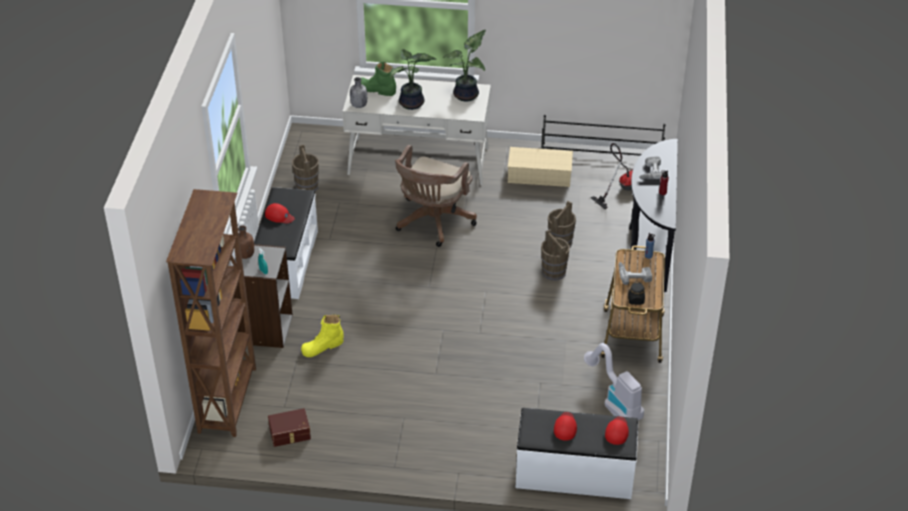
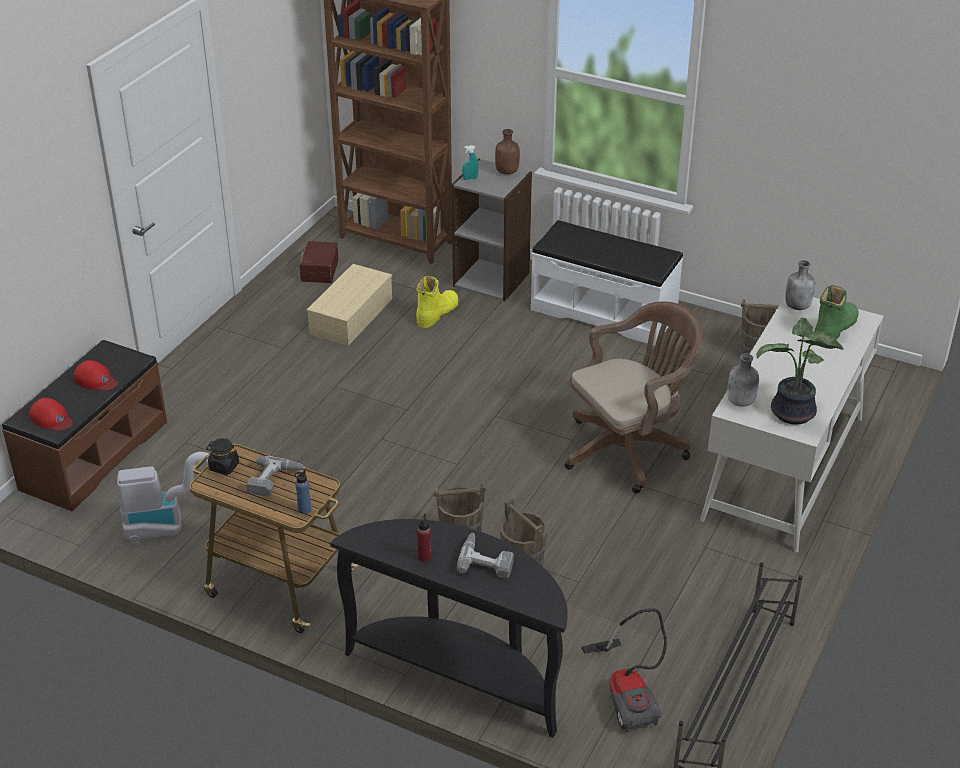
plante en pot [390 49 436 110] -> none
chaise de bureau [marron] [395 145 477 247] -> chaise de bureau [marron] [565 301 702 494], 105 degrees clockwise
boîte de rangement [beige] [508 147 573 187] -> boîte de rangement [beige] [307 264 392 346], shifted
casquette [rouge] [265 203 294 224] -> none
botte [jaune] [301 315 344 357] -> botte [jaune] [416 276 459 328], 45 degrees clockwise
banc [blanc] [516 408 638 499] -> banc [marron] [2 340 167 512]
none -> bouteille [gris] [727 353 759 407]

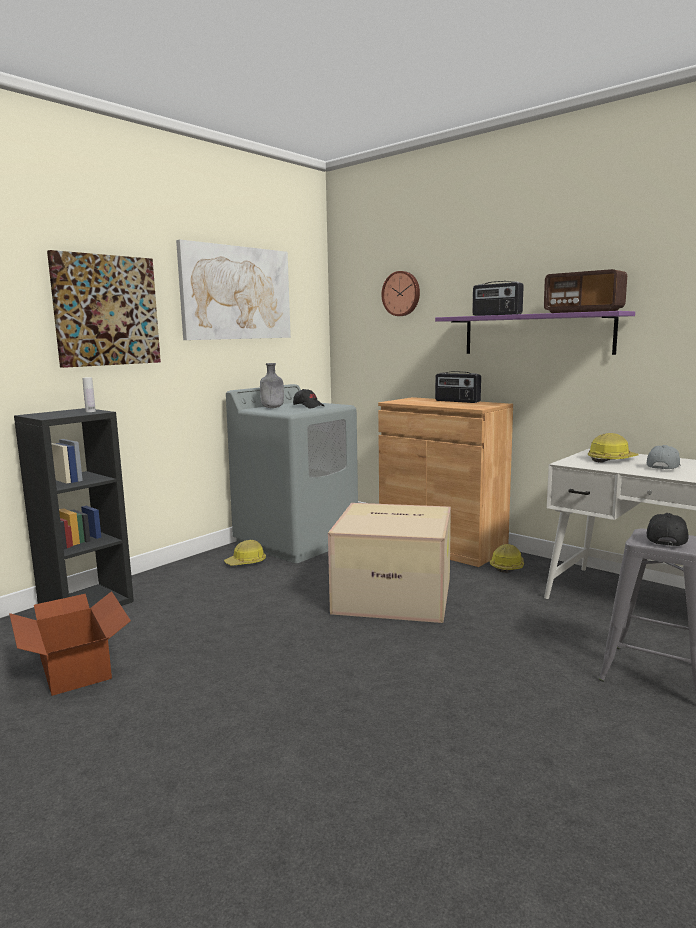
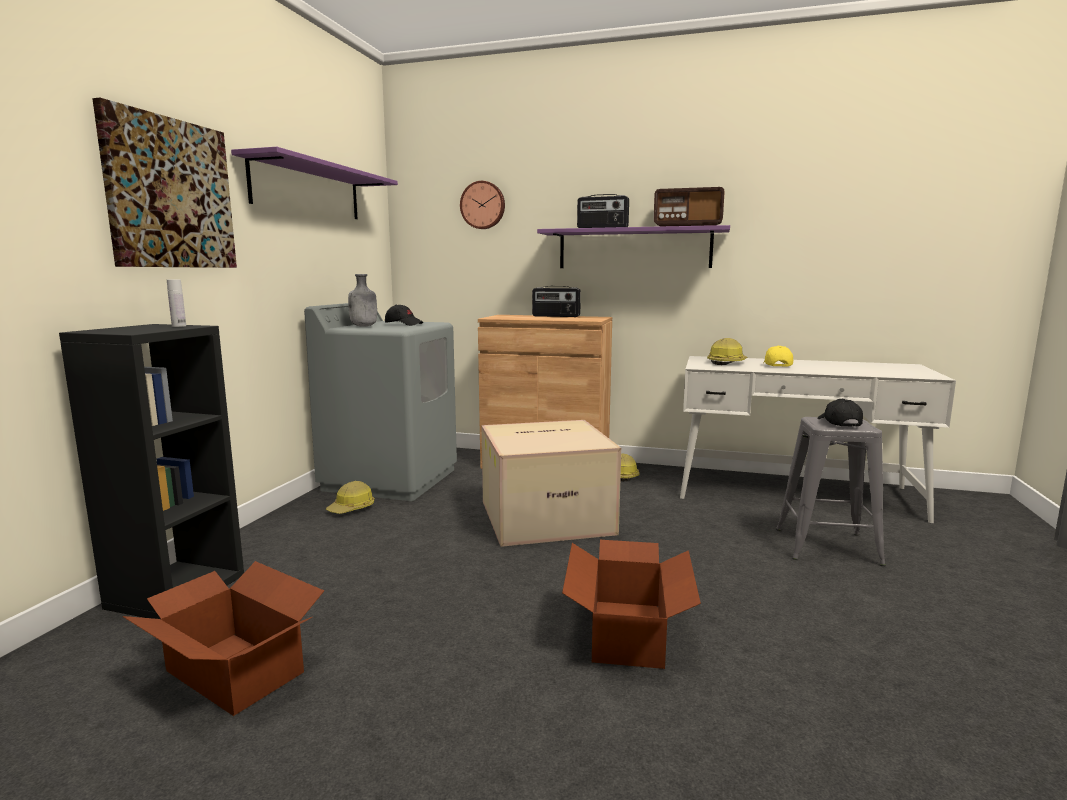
tableau [176 240 291 340] -> étagère [violet] [231 147 398 219]
casquette [gris] [647 445 681 470] -> casquette [jaune] [763 346 793 367]
none -> carton [562 540 701 669]

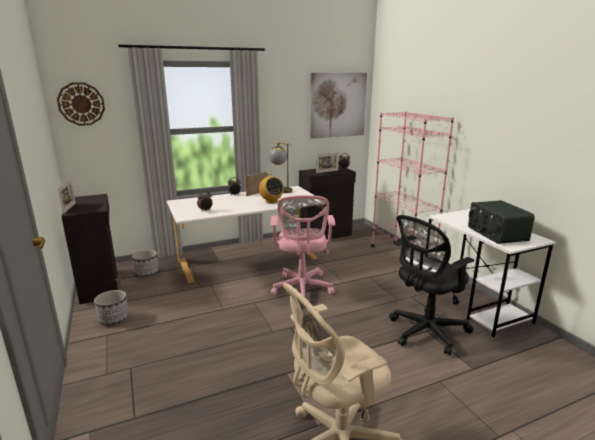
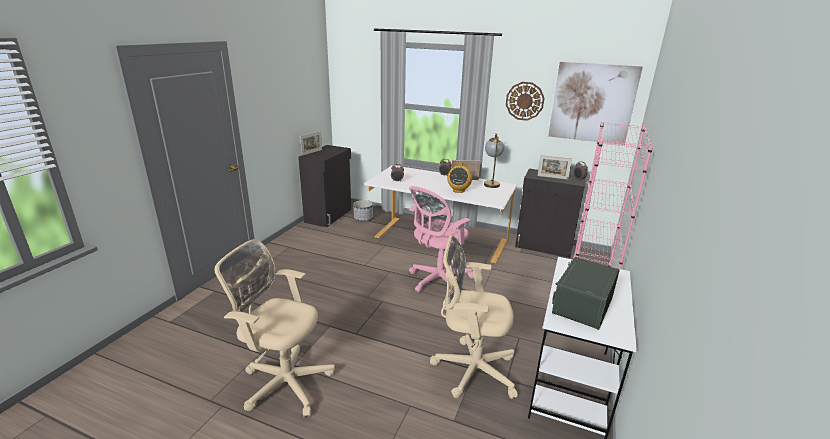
horloge murale [57 82 105 126] -> horloge murale [506 82 544 121], shifted
chaise de bureau [noir] [389 215 474 355] -> chaise de bureau [beige] [430 235 518 399]
cache-pot [94 290 129 325] -> none

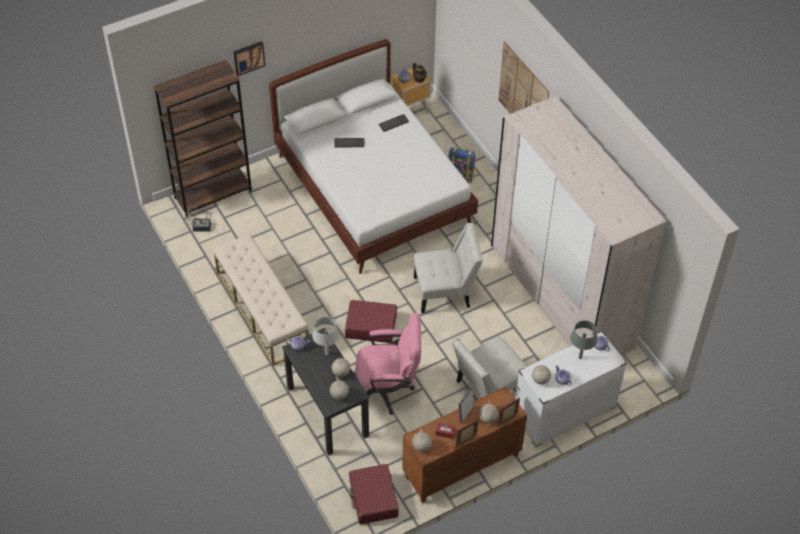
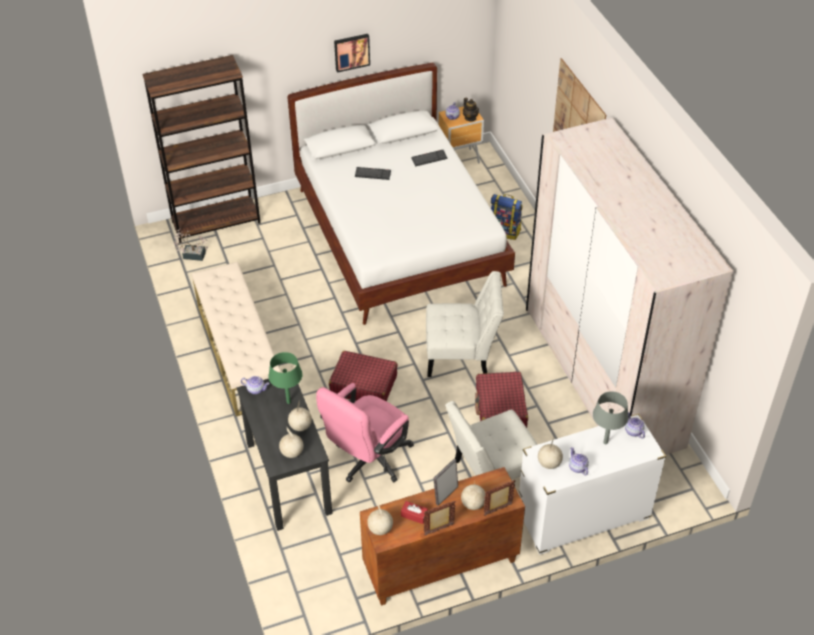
tableau [233 41 265 76] -> tableau [334 34 370 73], shifted
chaise de bureau [rose] [354 313 421 415] -> chaise de bureau [rose] [316 383 414 482], 120 degrees clockwise
lampe de table [gris] [312 317 339 355] -> lampe de table [vert] [268 352 302 404]
valise [rouge] [349 464 399 525] -> valise [rouge] [475 372 528 428], shifted

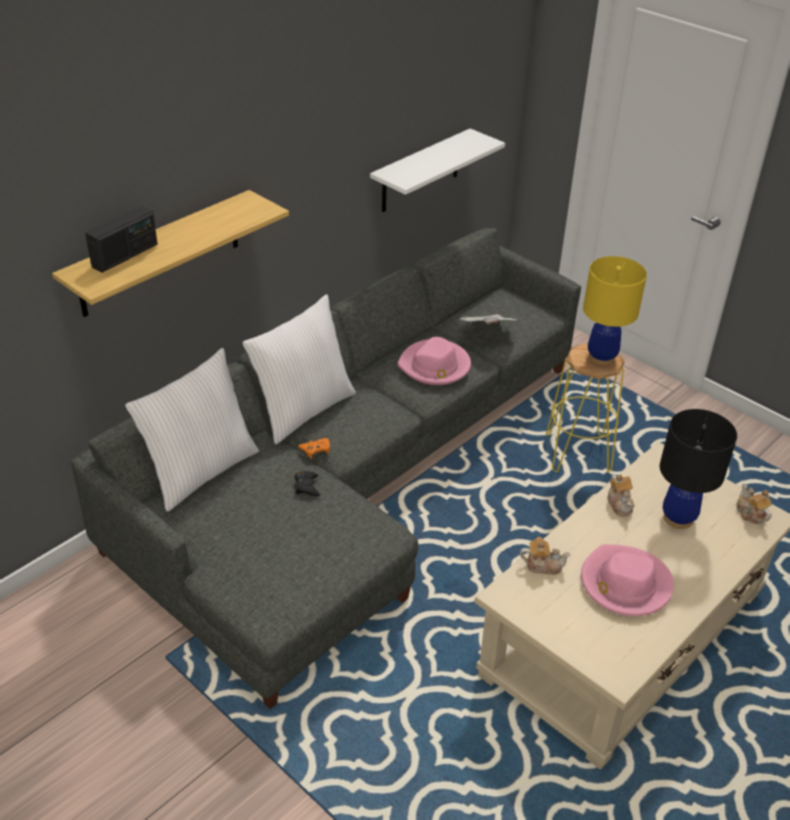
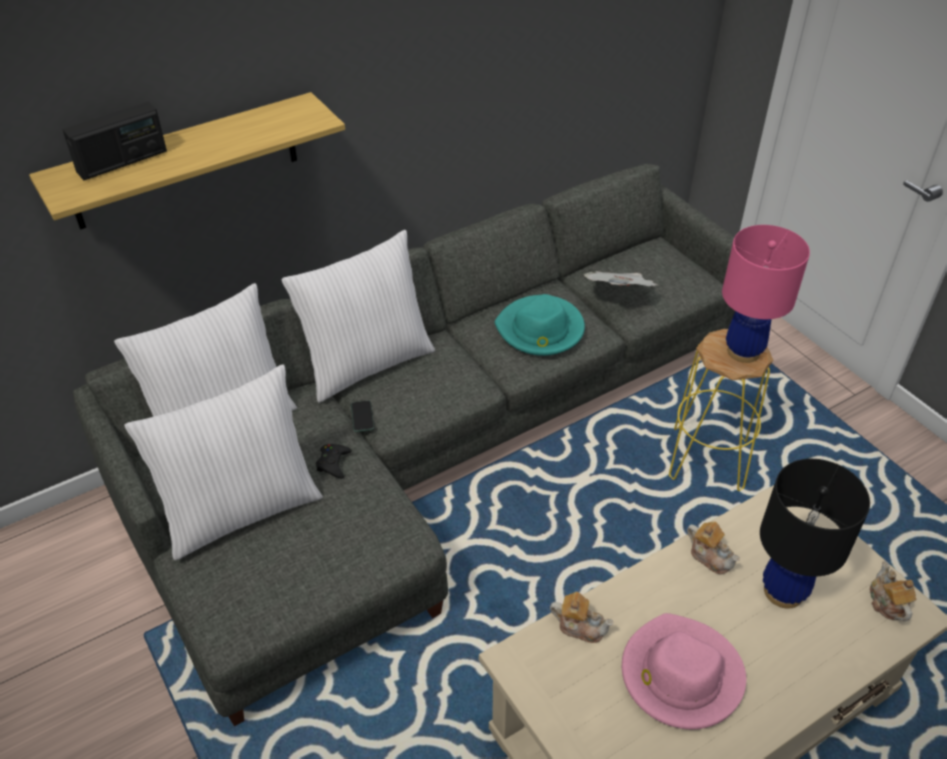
étagère [blanc] [370 128 505 212] -> none
lampe de table [jaune] [583 256 647 365] -> lampe de table [rose] [722 225 810 363]
chapeau [rose] [398 337 471 385] -> chapeau [turquoise] [495 294 585 356]
manette [orange] [298 438 330 458] -> téléphone [351 400 374 432]
théière [607 474 635 516] -> théière [687 521 740 575], 45 degrees counterclockwise
none -> coussin [blanc] [124 365 323 560]

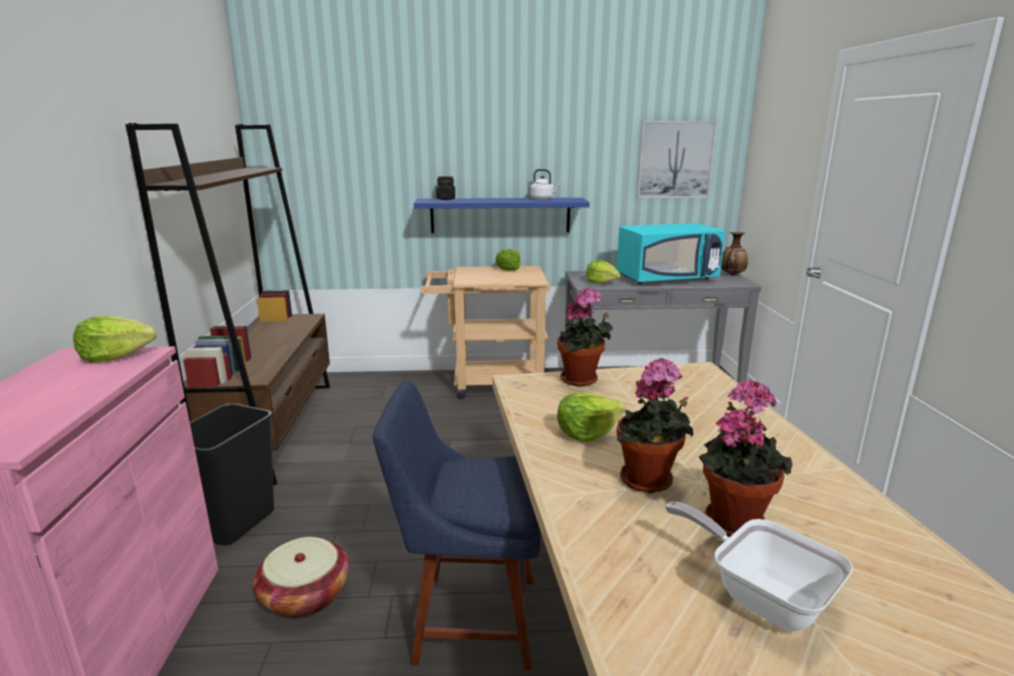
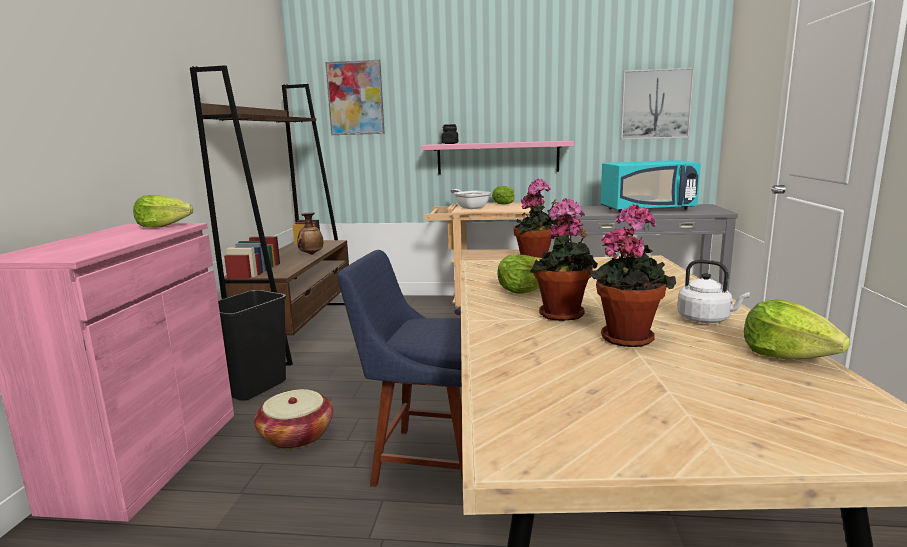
bouilloire [blanc] [530 169 560 200] -> bouilloire [blanc] [677 260 750 323], shifted
étagère [bleu] [414 198 590 233] -> étagère [rose] [421 141 574 174]
vase [721 232 748 276] -> vase [297 213 323 255], shifted
laitue [586 260 620 284] -> laitue [744 299 850 359], shifted
poêle [665 502 853 632] -> poêle [451 189 491 209], shifted
none -> tableau [325 60 385 135]

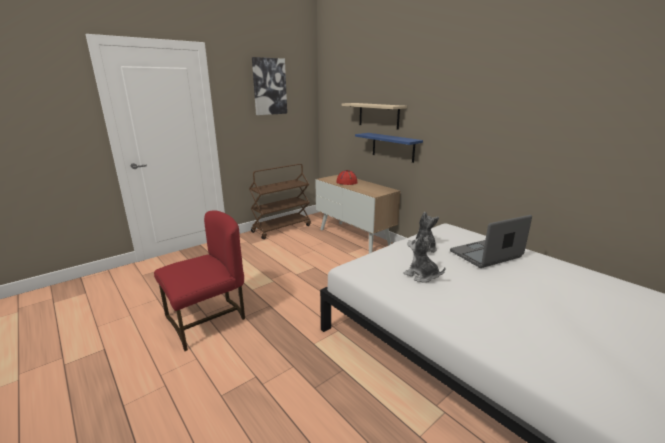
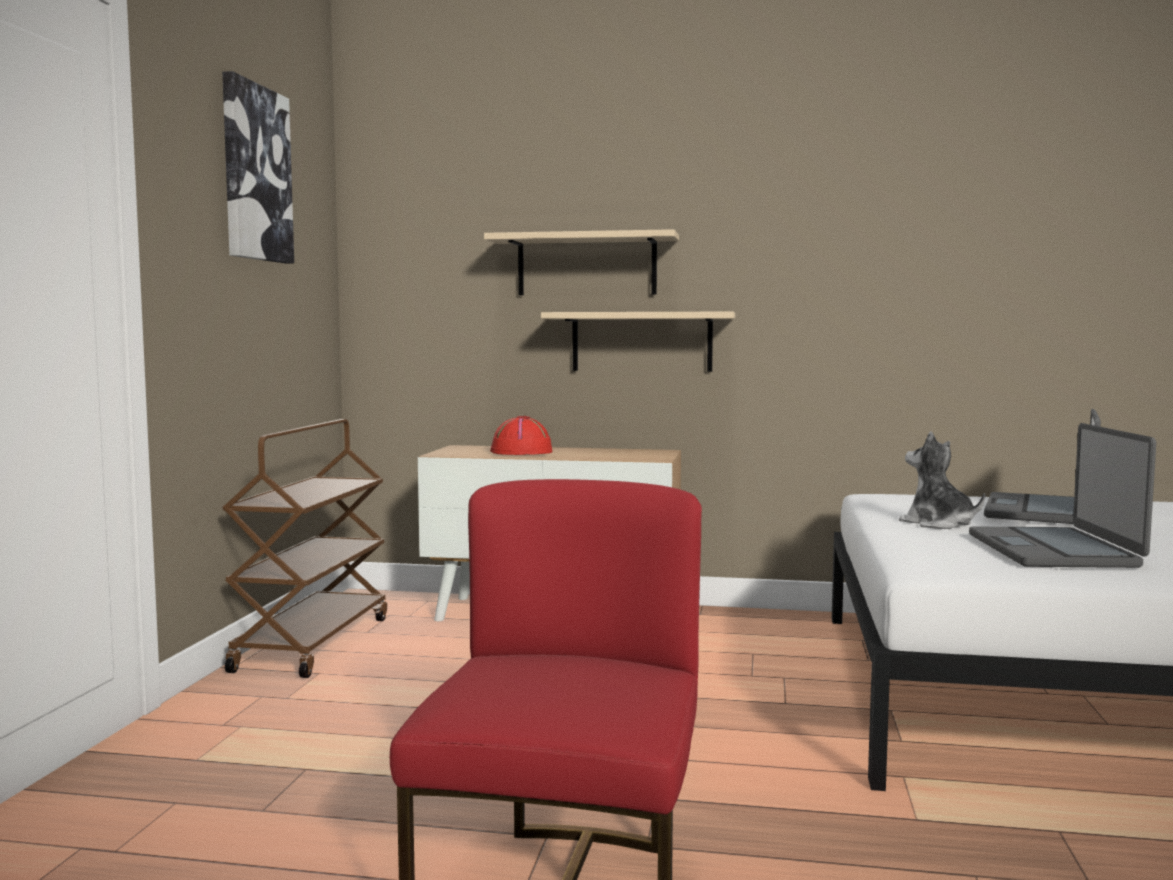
étagère [bleu] [355 133 423 163] -> étagère [beige] [541 312 735 372]
peluche [404 235 445 283] -> ordinateur portable [969 423 1156 568]

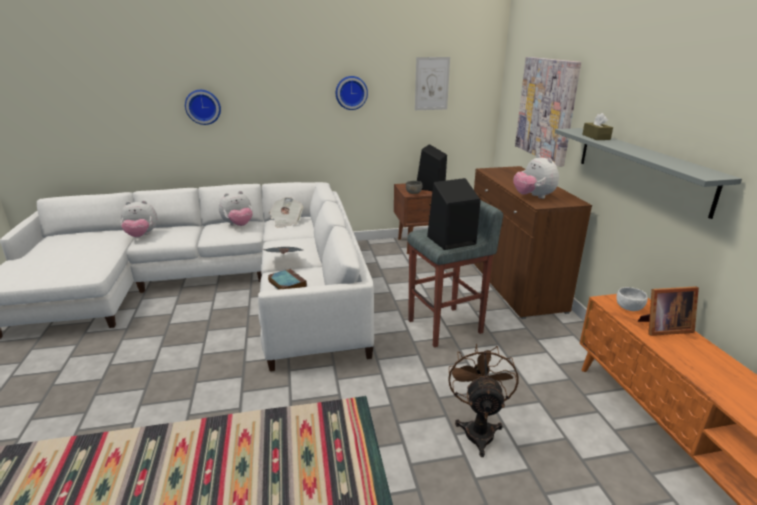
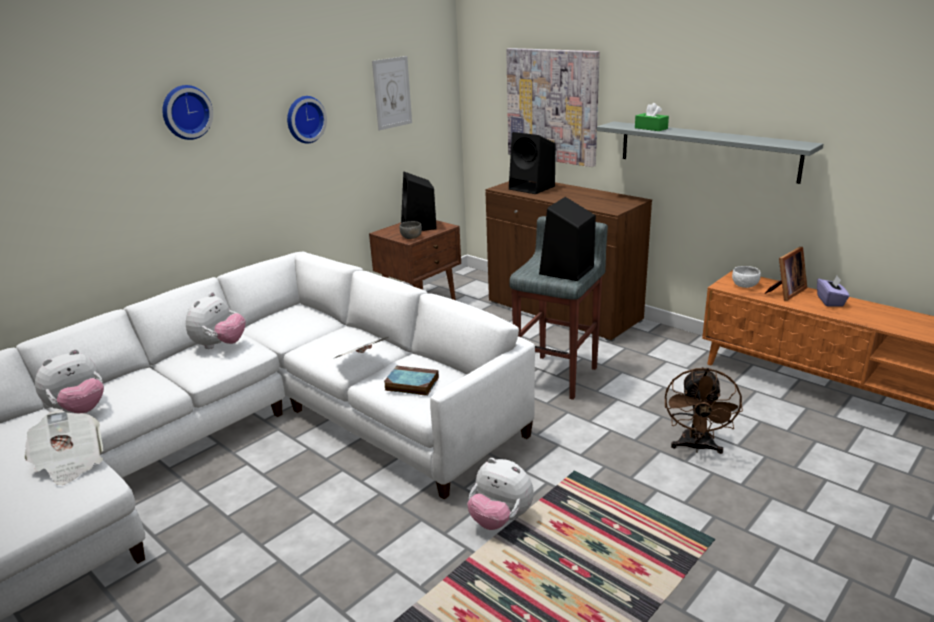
horloge murale [185 90 221 125] -> horloge murale [162 85 213 140], shifted
boîte à mouchoirs [marron] [582 113 613 140] -> boîte à mouchoirs [vert] [635 103 669 131]
peluche [513 155 559 199] -> peluche [467 458 534 530], shifted
journal [269 197 303 228] -> journal [24 410 103 485], shifted
ventilateur [marron] [448 344 519 457] -> ventilateur [marron] [665 367 743 454], 135 degrees counterclockwise
none -> enceinte [noir] [509 132 556 194]
none -> boîte à mouchoirs [violet] [817 276 849 307]

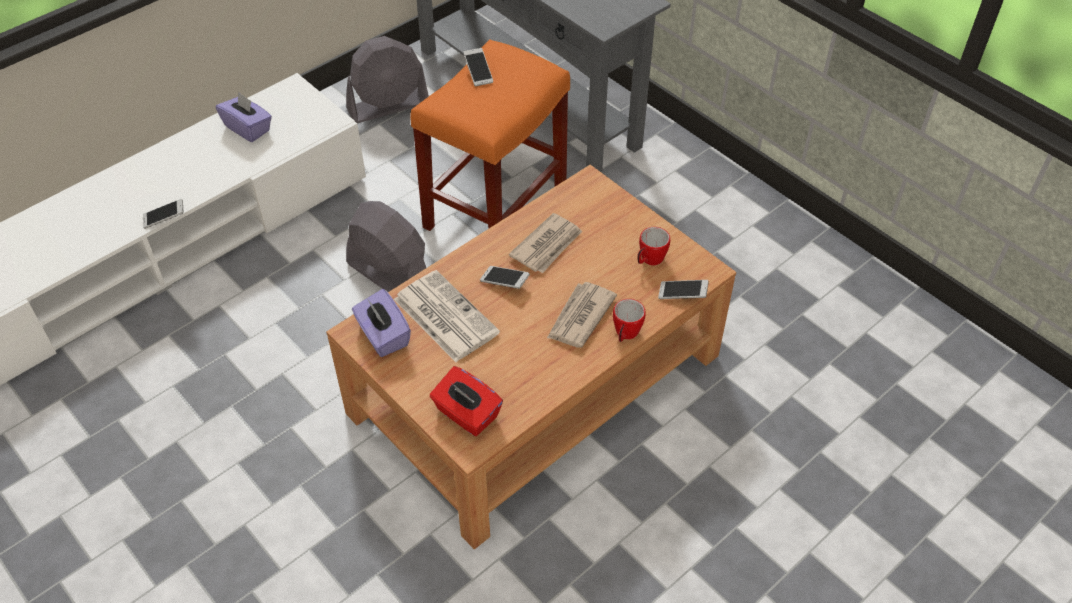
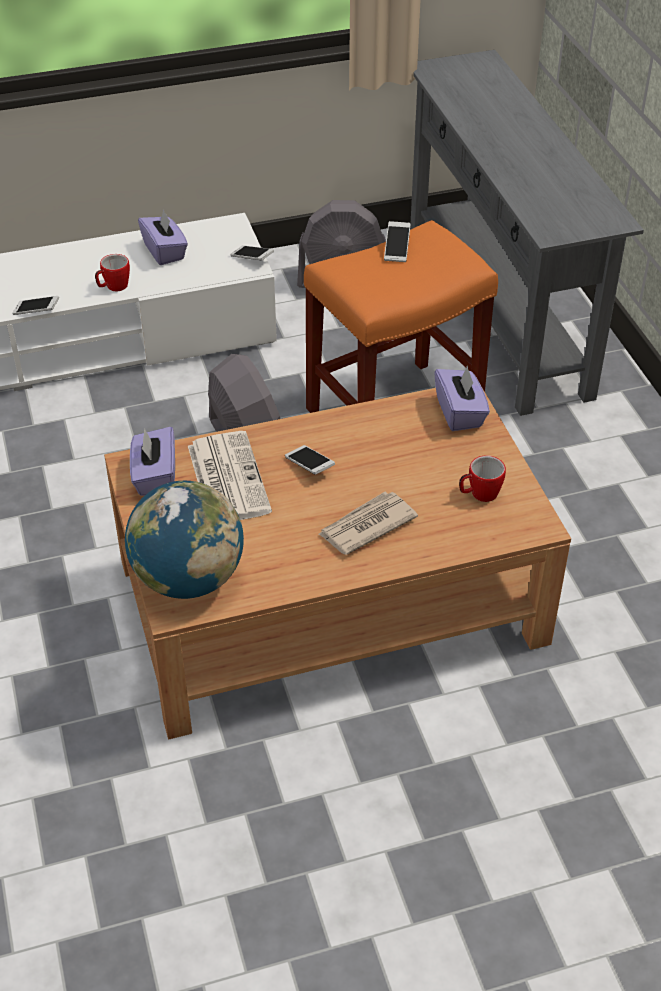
journal [509 213 582 273] -> none
téléphone [658 280 709 299] -> téléphone [230 245 274 260], shifted
mug [613 299 646 342] -> mug [95 254 130 291], shifted
boîte à mouchoirs [rouge] [429 366 503 436] -> globe [125 481 244 599]
none -> boîte à mouchoirs [violet] [434 365 490 431]

